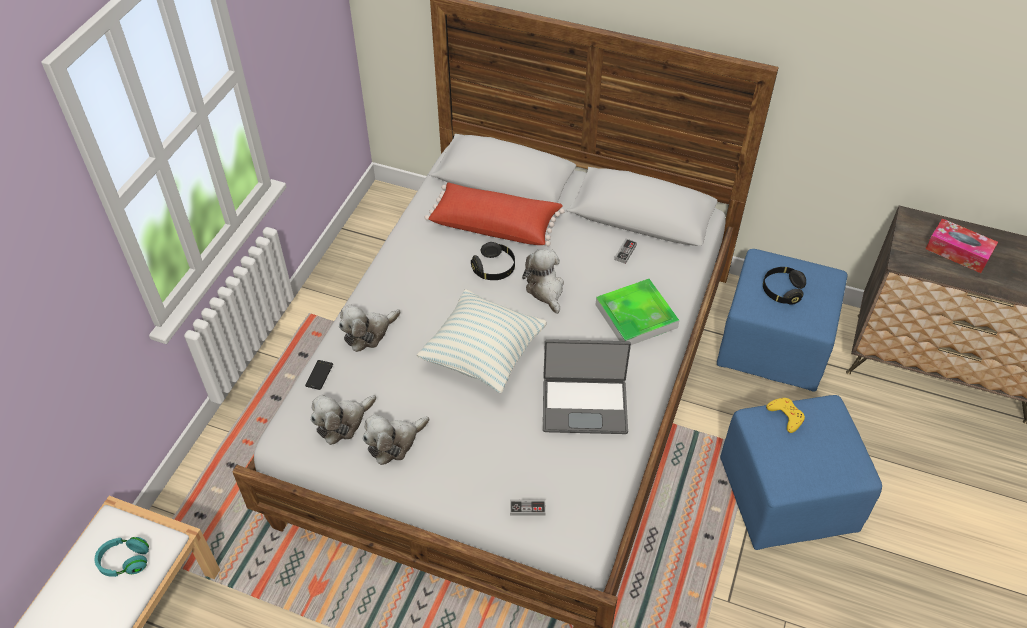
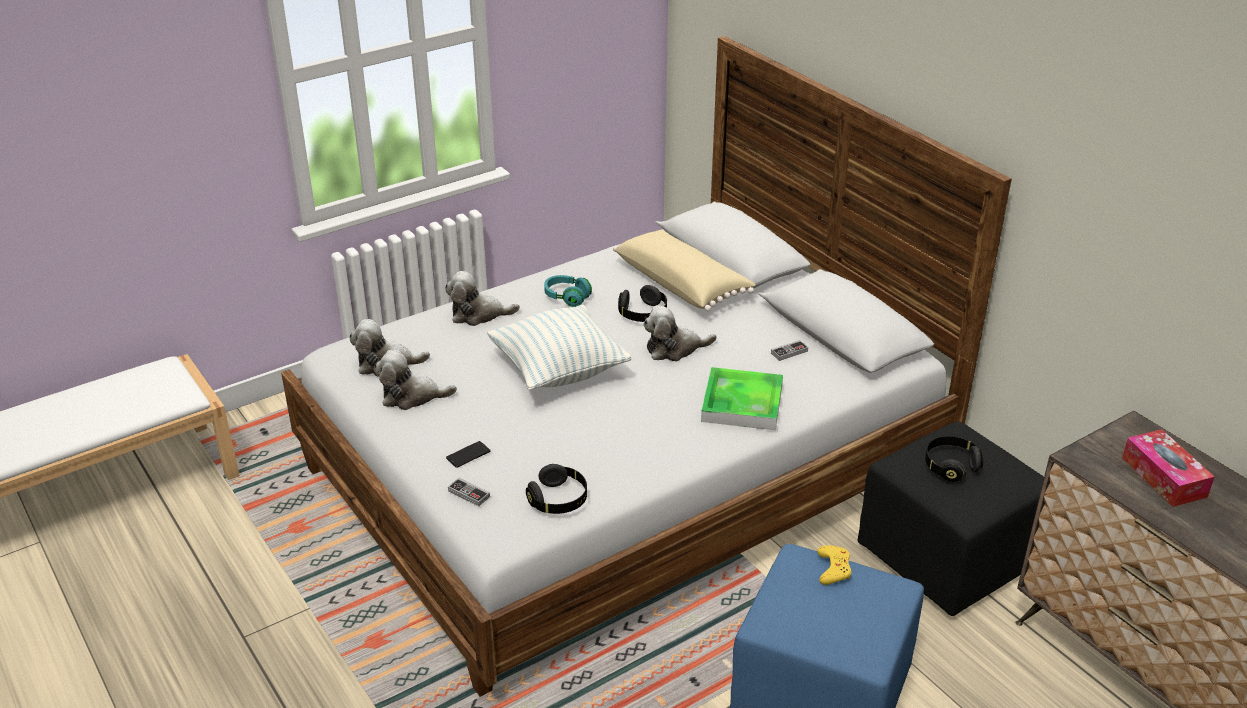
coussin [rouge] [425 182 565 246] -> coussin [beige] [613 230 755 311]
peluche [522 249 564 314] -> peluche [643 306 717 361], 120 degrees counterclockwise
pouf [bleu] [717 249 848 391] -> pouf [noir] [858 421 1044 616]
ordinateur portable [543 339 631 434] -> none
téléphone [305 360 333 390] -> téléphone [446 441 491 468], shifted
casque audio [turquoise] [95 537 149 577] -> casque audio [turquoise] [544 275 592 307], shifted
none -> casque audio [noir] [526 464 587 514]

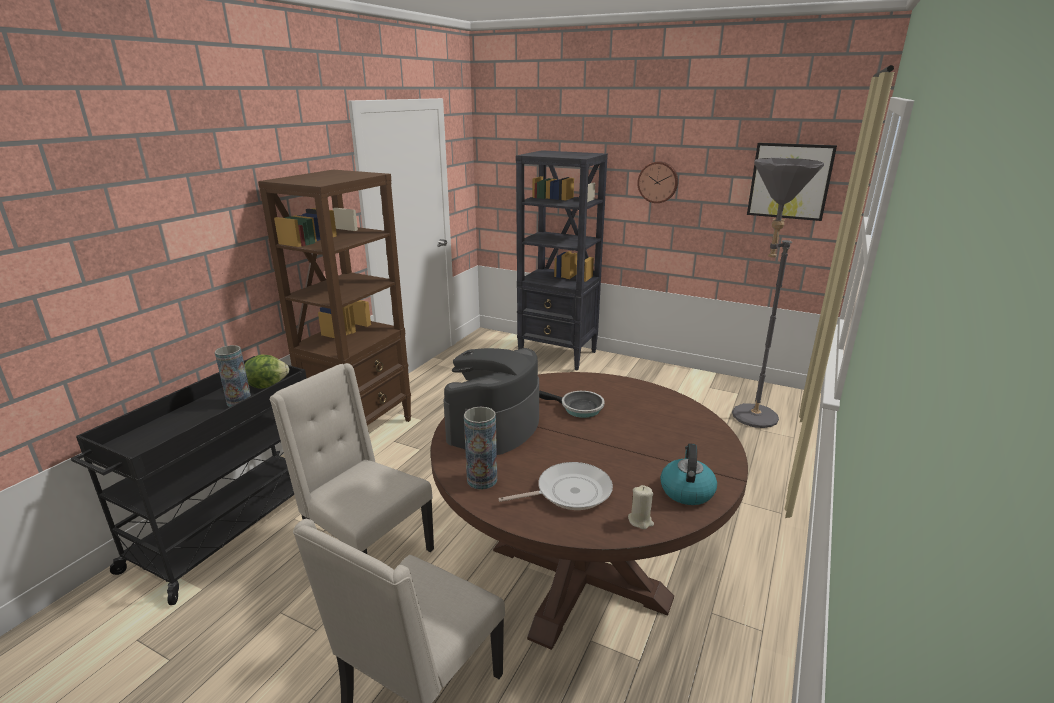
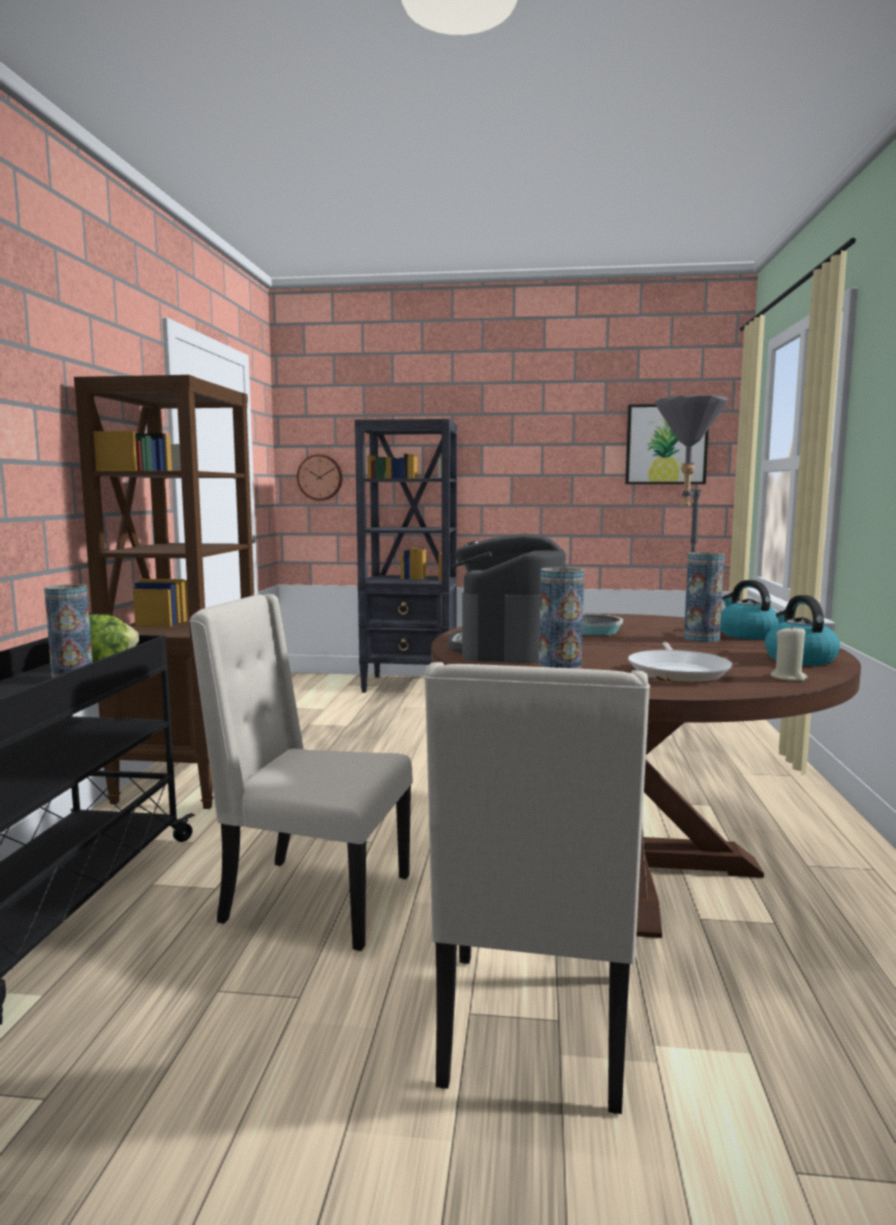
horloge murale [637 161 678 203] -> horloge murale [297 454 343 501], shifted
poêle [498 462 613 510] -> poêle [628 642 733 683], 135 degrees clockwise
none -> vase [684 552 725 643]
none -> bouilloire [720 580 779 639]

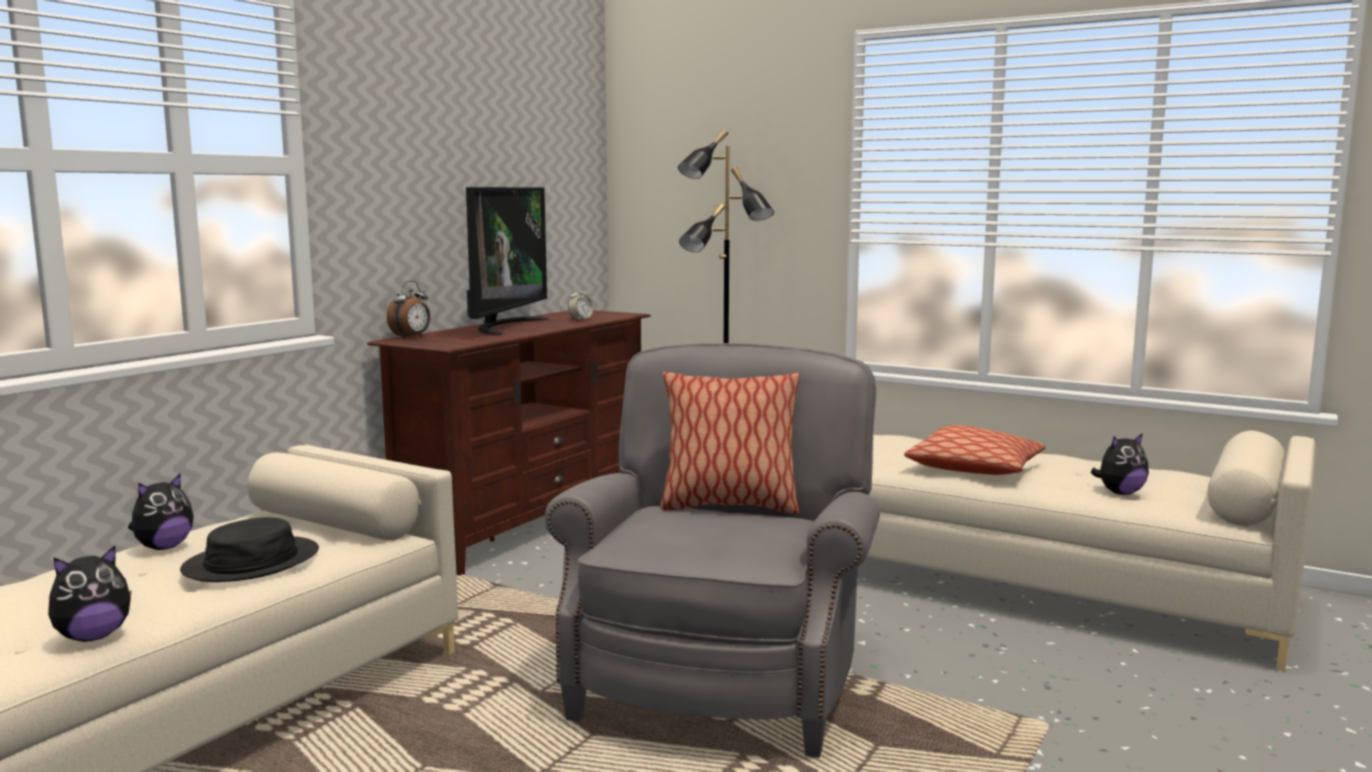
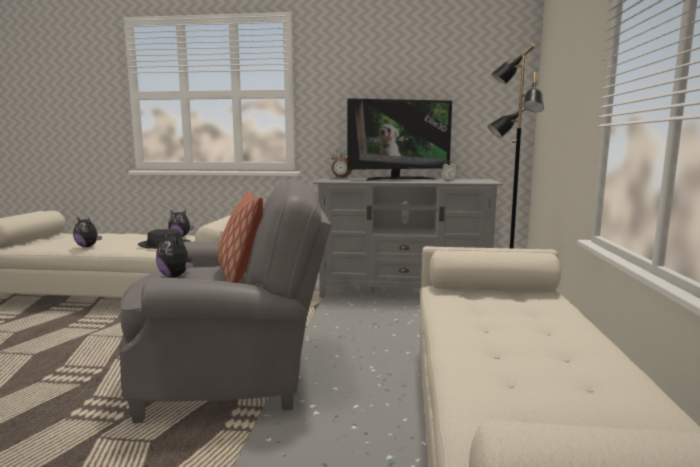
meuble télé [marron] [367 310 651 576] -> meuble télé [gris] [313 178 503 299]
coussin [904 425 1046 475] -> none
peluche [1090 433 1149 495] -> peluche [156 232 193 278], shifted

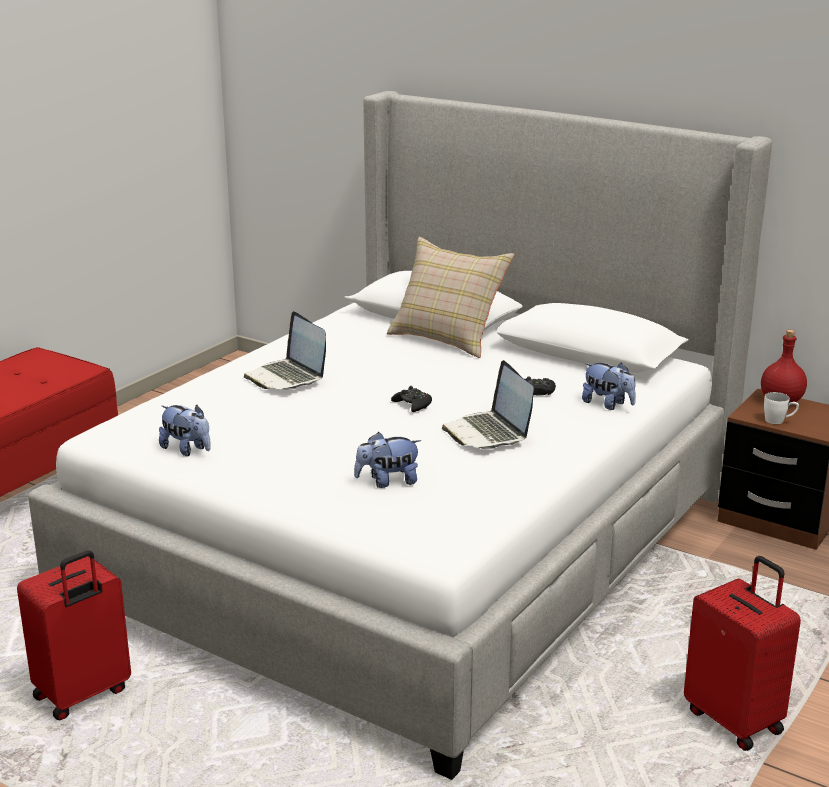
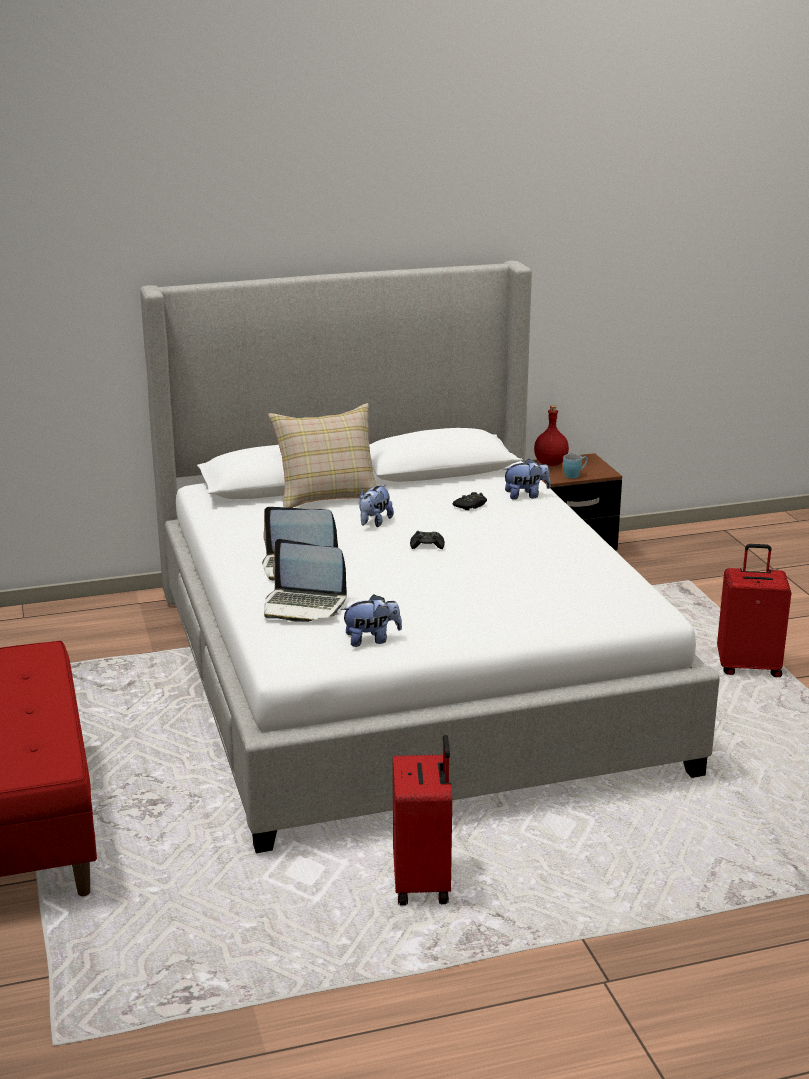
ordinateur portable [442 360 534 449] -> ordinateur portable [264 539 347 622], shifted
mug [blanc] [764 392 799 424] -> mug [bleu] [563 454 588 479]
peluche [354 432 421 488] -> peluche [359 485 394 527], shifted

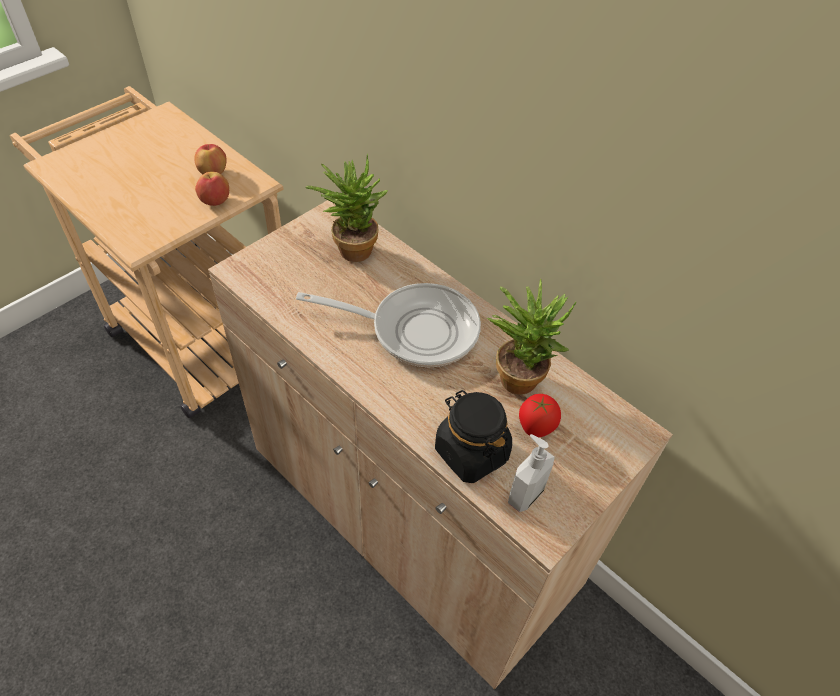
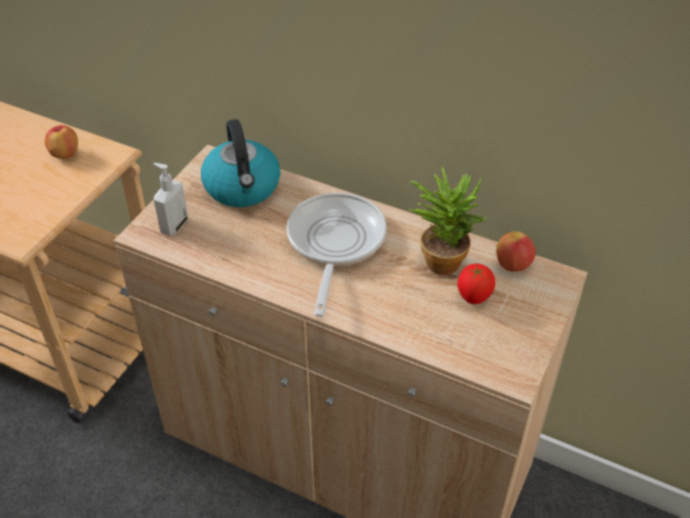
plante en pot [306 154 388 262] -> bouilloire [201 119 280 207]
pomme [195 172 229 206] -> pomme [496 231 536 272], shifted
poêle [296 283 481 367] -> poêle [287 193 387 317], 75 degrees counterclockwise
bocal [noir] [435 390 512 483] -> none
distributeur de savon [508 434 554 512] -> distributeur de savon [153 163 188 236], shifted

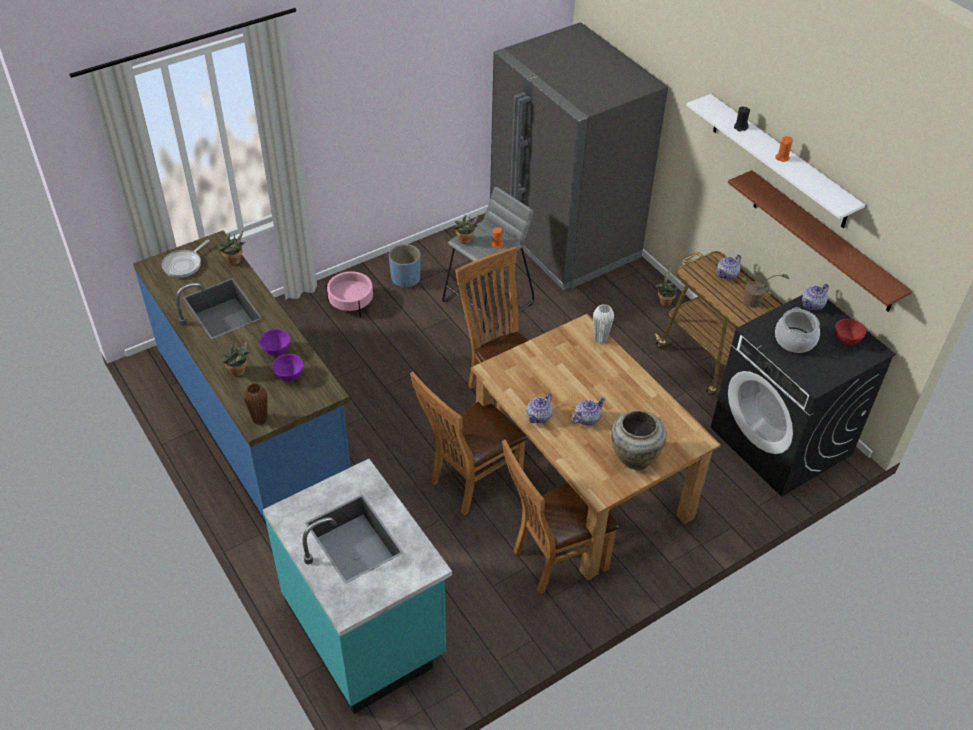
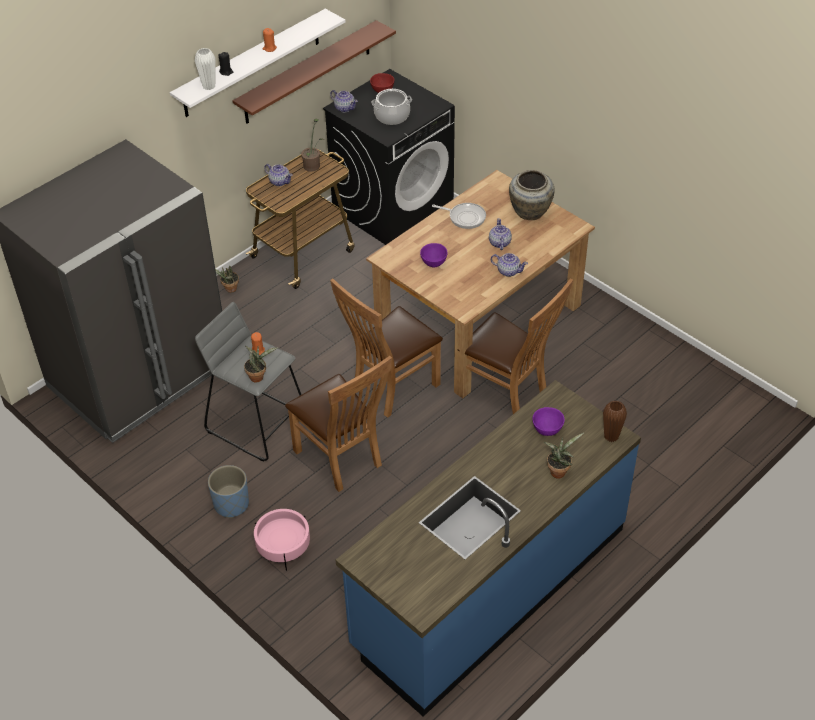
plante en pot [219 231 246 265] -> none
poêle [162 240 209 278] -> poêle [432 203 486 229], shifted
vase [blanc] [593 304 614 343] -> vase [blanc] [195 48 216 90], shifted
bol [violet] [260 329 290 355] -> bol [violet] [420 243 447 267], shifted
théière [571 397 606 426] -> théière [489 218 512 250], 45 degrees clockwise
chaise [marron] [502 439 619 594] -> chaise [marron] [285 356 392 492], shifted
comptoir de cuisine [turquoise] [263 459 452 714] -> none

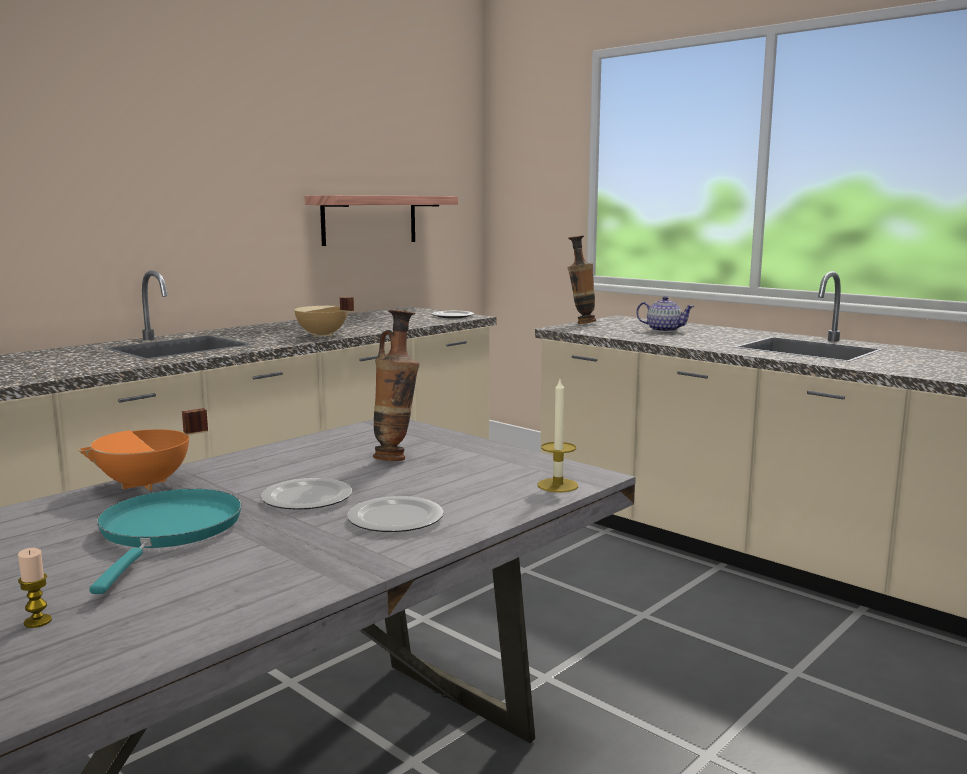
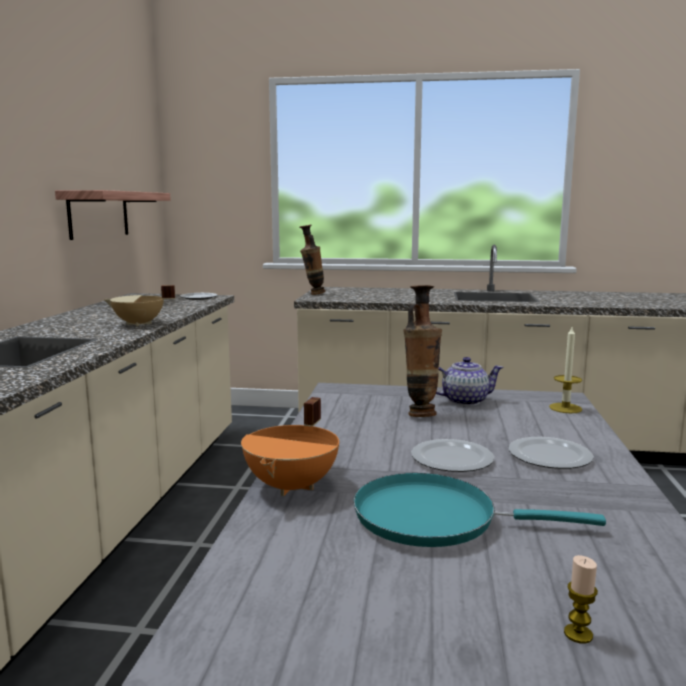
théière [636 296 695 332] -> théière [436 357 504 406], shifted
poêle [turquoise] [89 489 242 594] -> poêle [turquoise] [353 473 606 547], 45 degrees counterclockwise

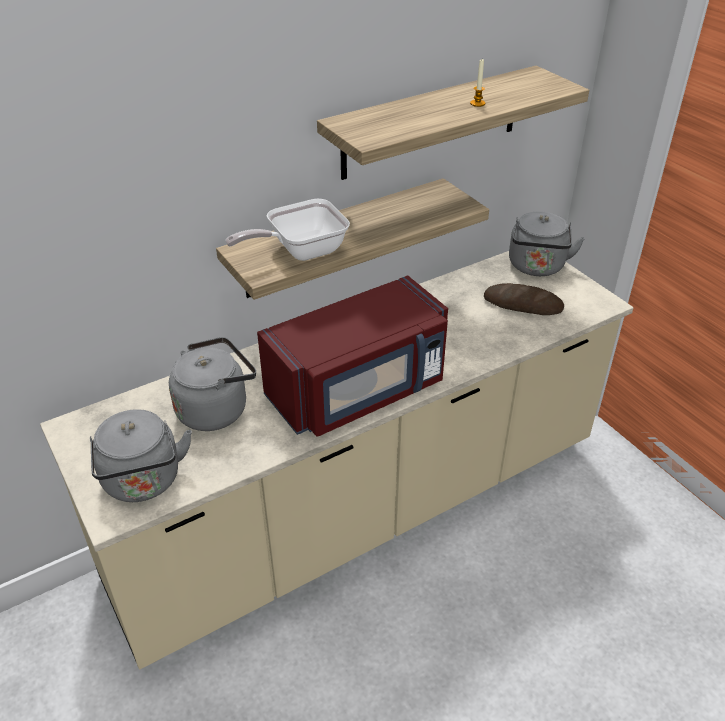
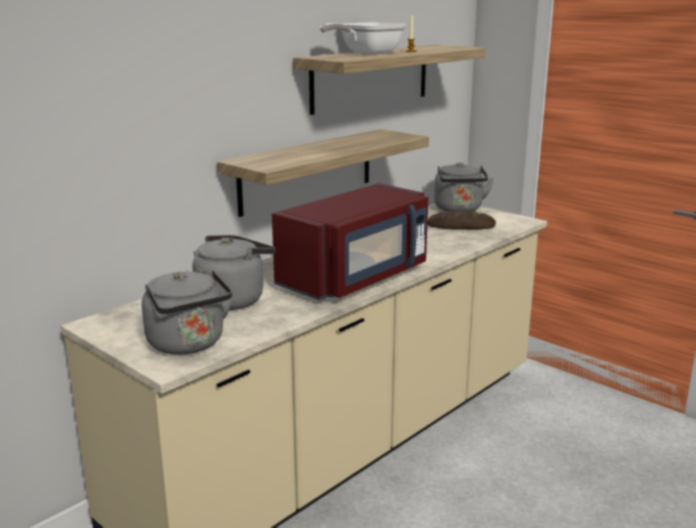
poêle [226 199 350 261] -> poêle [320 22 407 55], shifted

